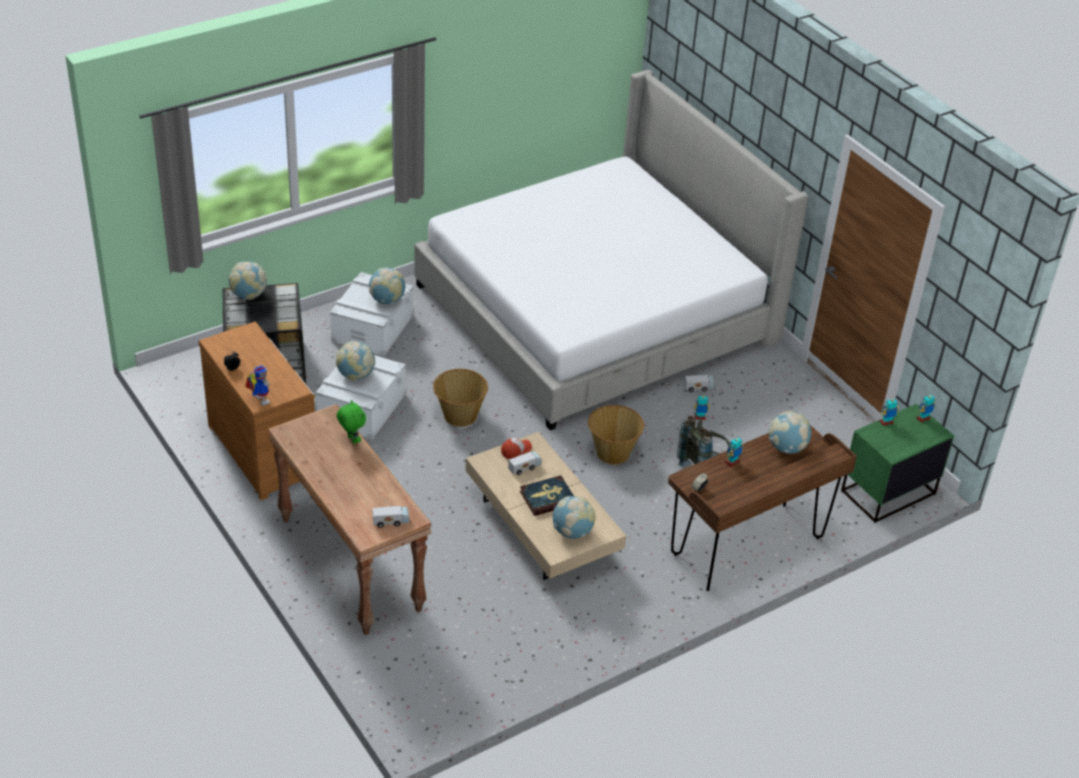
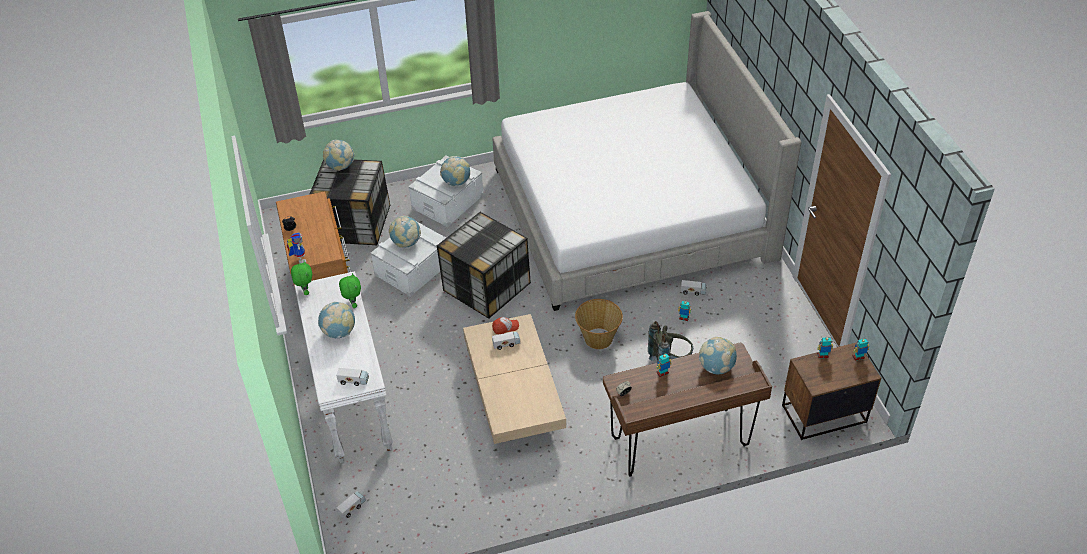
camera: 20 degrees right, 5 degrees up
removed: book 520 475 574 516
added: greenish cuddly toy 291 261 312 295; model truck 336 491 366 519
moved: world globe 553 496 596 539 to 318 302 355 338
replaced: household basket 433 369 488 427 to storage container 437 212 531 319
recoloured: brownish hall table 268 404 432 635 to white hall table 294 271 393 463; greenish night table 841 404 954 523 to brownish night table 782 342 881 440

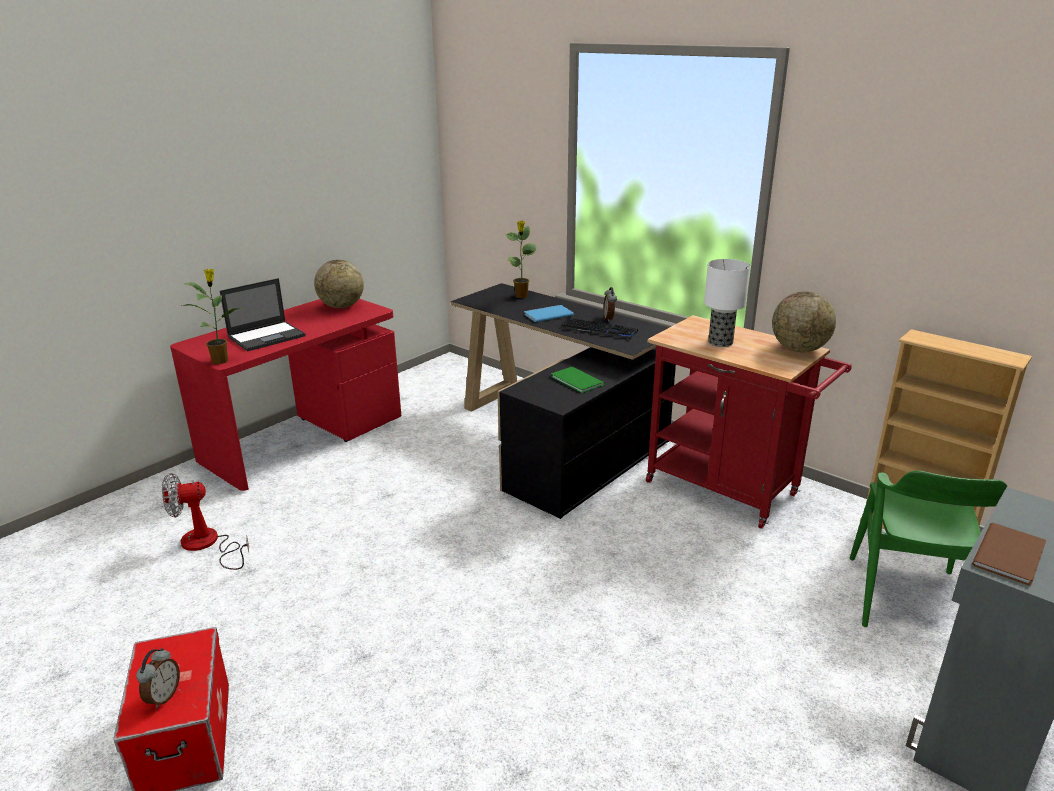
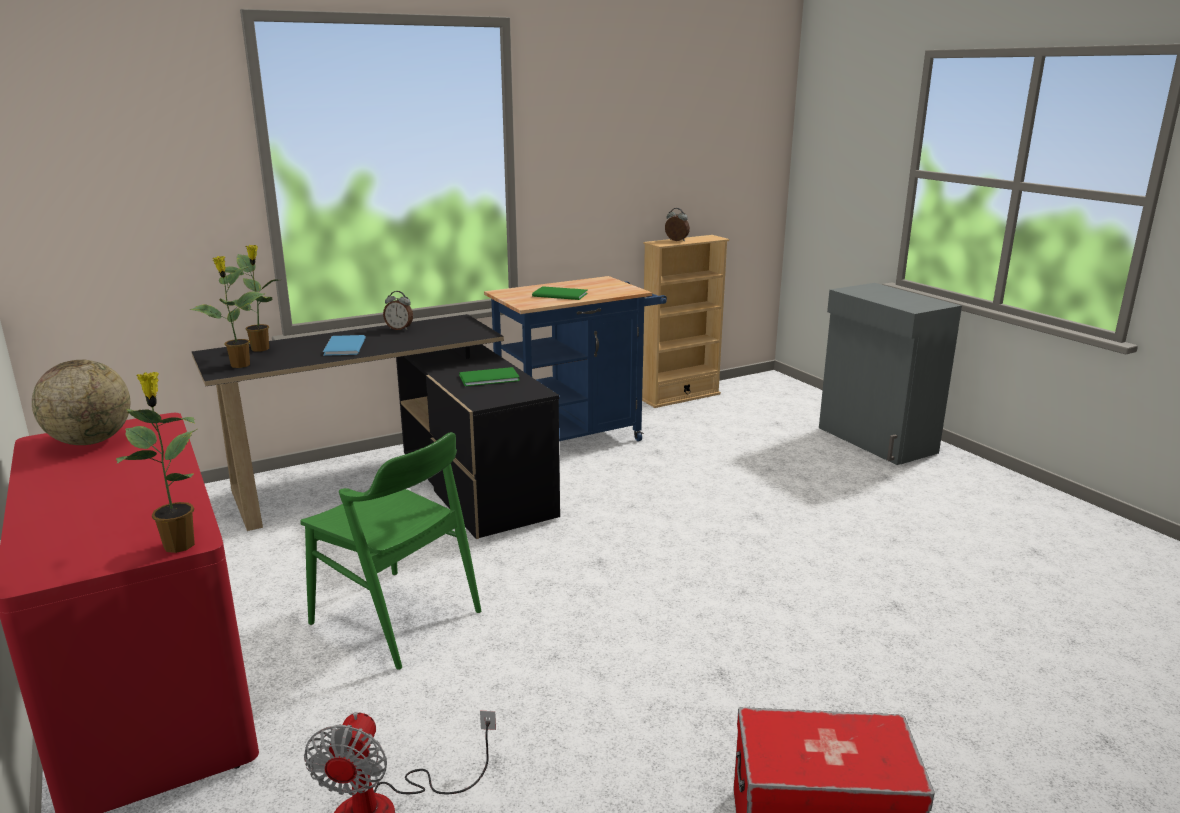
camera: 70 degrees left, 5 degrees down
removed: portable computer 220 278 306 351; computer keyboard 558 318 638 339; world globe 772 291 836 352; brownish book 972 523 1046 586
added: potted plant 190 256 264 368
moved: bedside clock 136 648 180 709 to 665 208 690 241; greenish chair 850 470 1007 627 to 300 432 481 670
replaced: lamp for a table 704 259 751 347 to greenish book 532 286 588 300
recoloured: reddish cart 646 315 852 529 to bluish cart 484 276 667 441

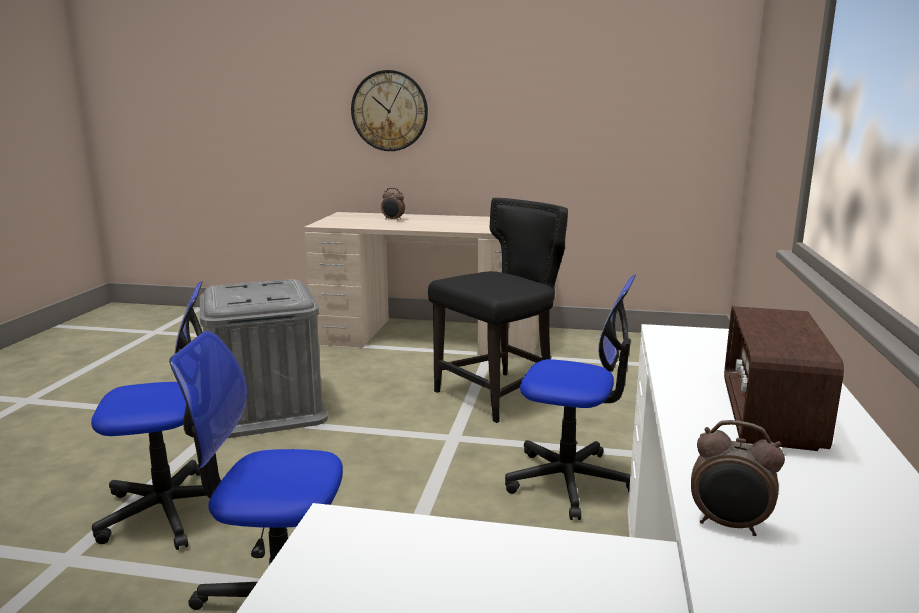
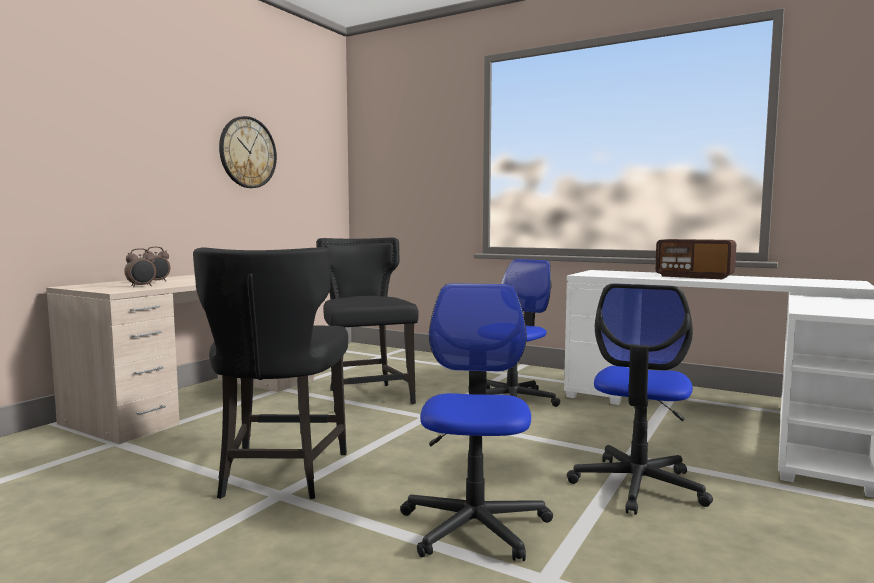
camera: 70 degrees left, 10 degrees down
moved: hanging clock 351 70 428 151 to 219 116 277 188; bedside clock 691 420 785 536 to 124 248 156 287
replaced: gray storage container 200 279 328 438 to black-coloured chair 193 247 348 499

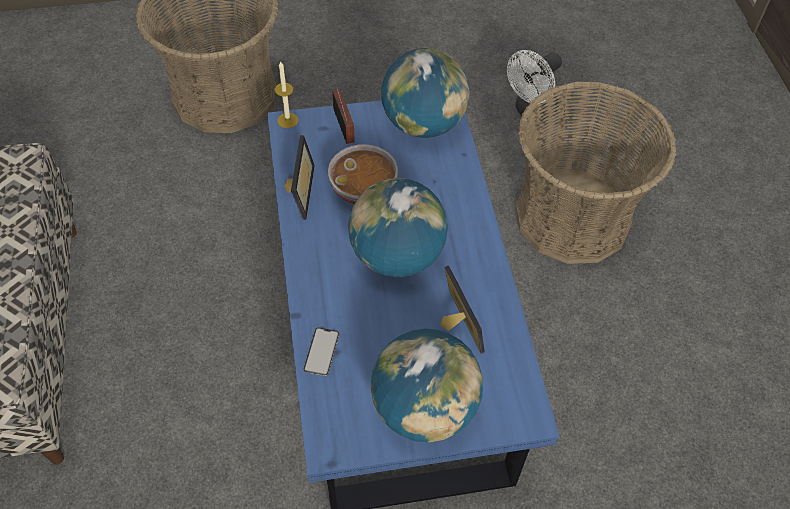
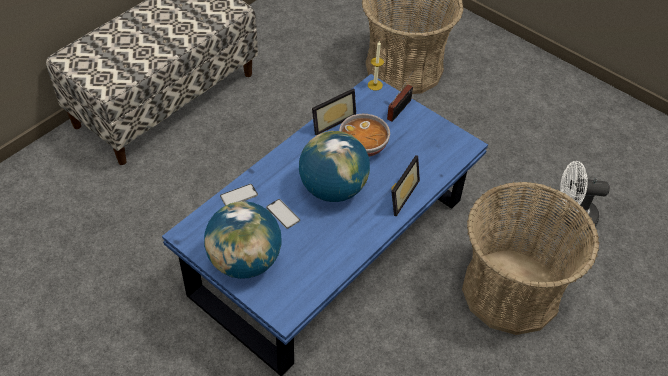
camera: 50 degrees right, 5 degrees down
removed: world globe 381 48 469 138
added: handset 266 199 300 229
moved: picture frame 440 266 485 354 to 391 155 420 216

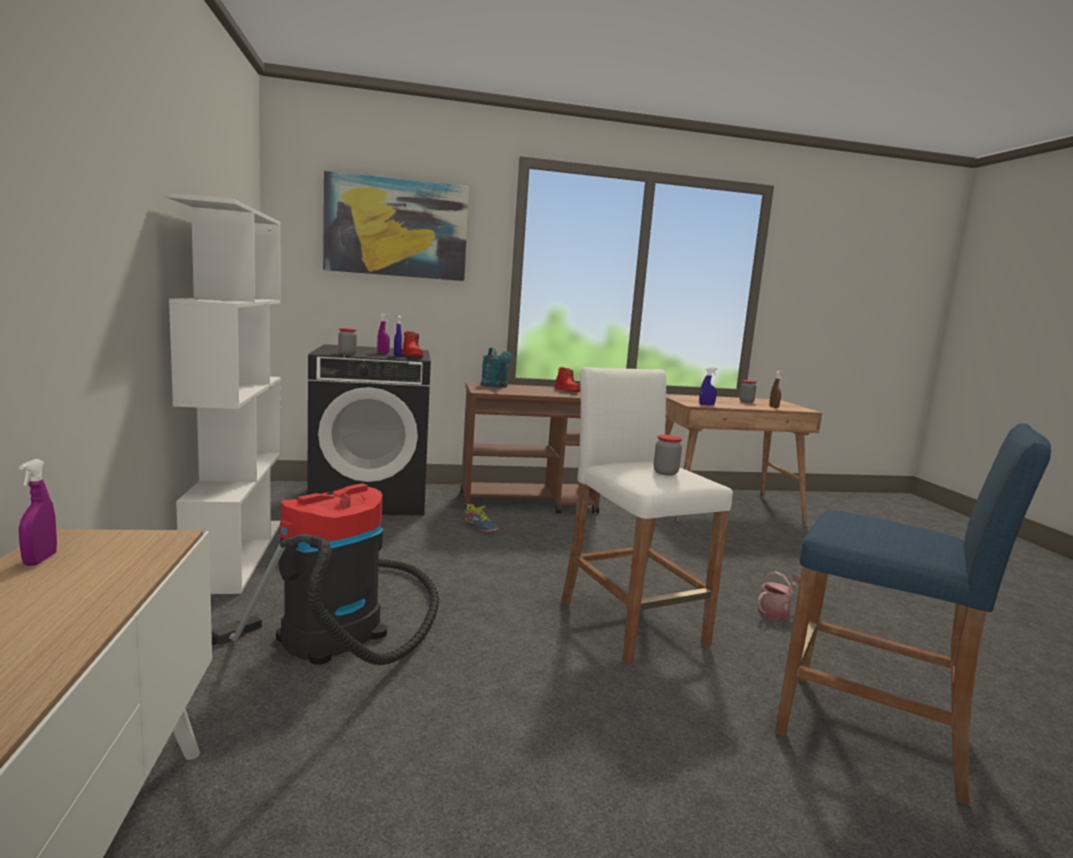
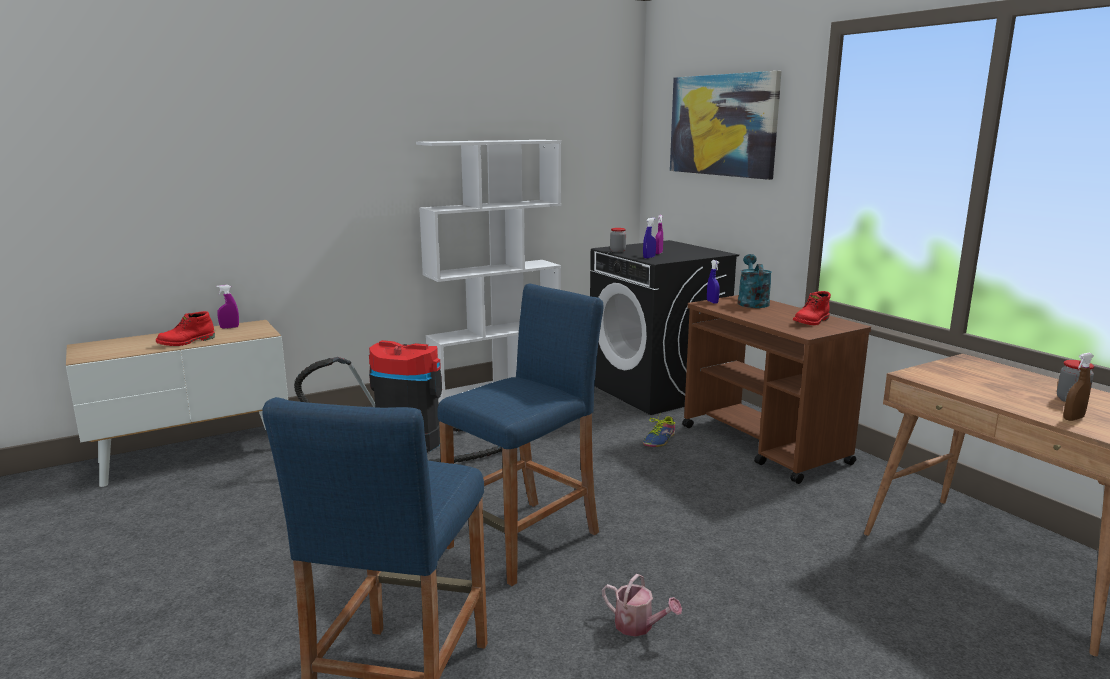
camera: 70 degrees right, 5 degrees up
removed: preserve jar 654 435 682 476
moved: reddish high-top boot 402 331 424 357 to 156 311 215 346; bluish spray bottle 699 368 718 406 to 707 260 720 304
recoloured: white sitting stool 561 367 733 665 to bluish sitting stool 437 284 603 586
turned: turquoise watering pot 481 347 512 388 = 738 254 772 308 135 degrees clockwise

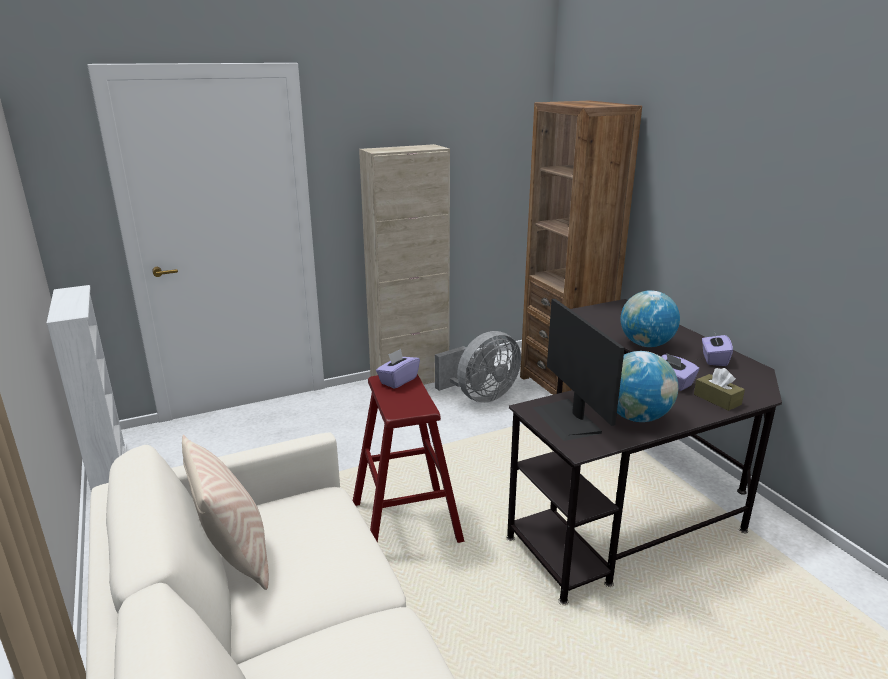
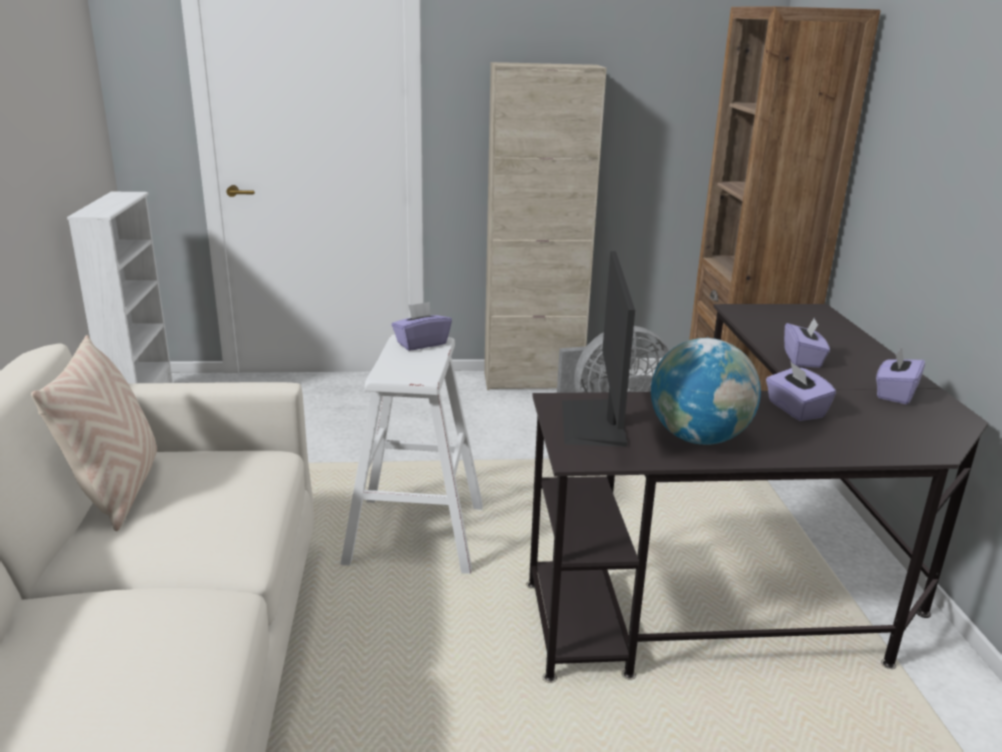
camera: 20 degrees right, 0 degrees up
removed: brownish tissue holder 694 368 745 411
replaced: world globe 621 290 680 347 to purplish tissue holder 784 318 830 368
recoloured: reddish sitting stool 353 374 465 543 to white sitting stool 340 335 483 574

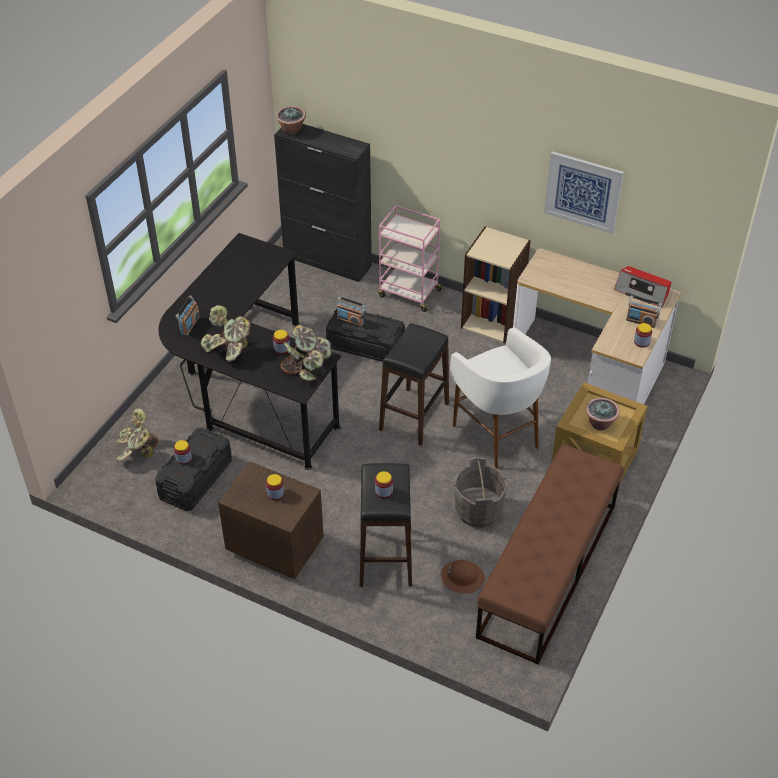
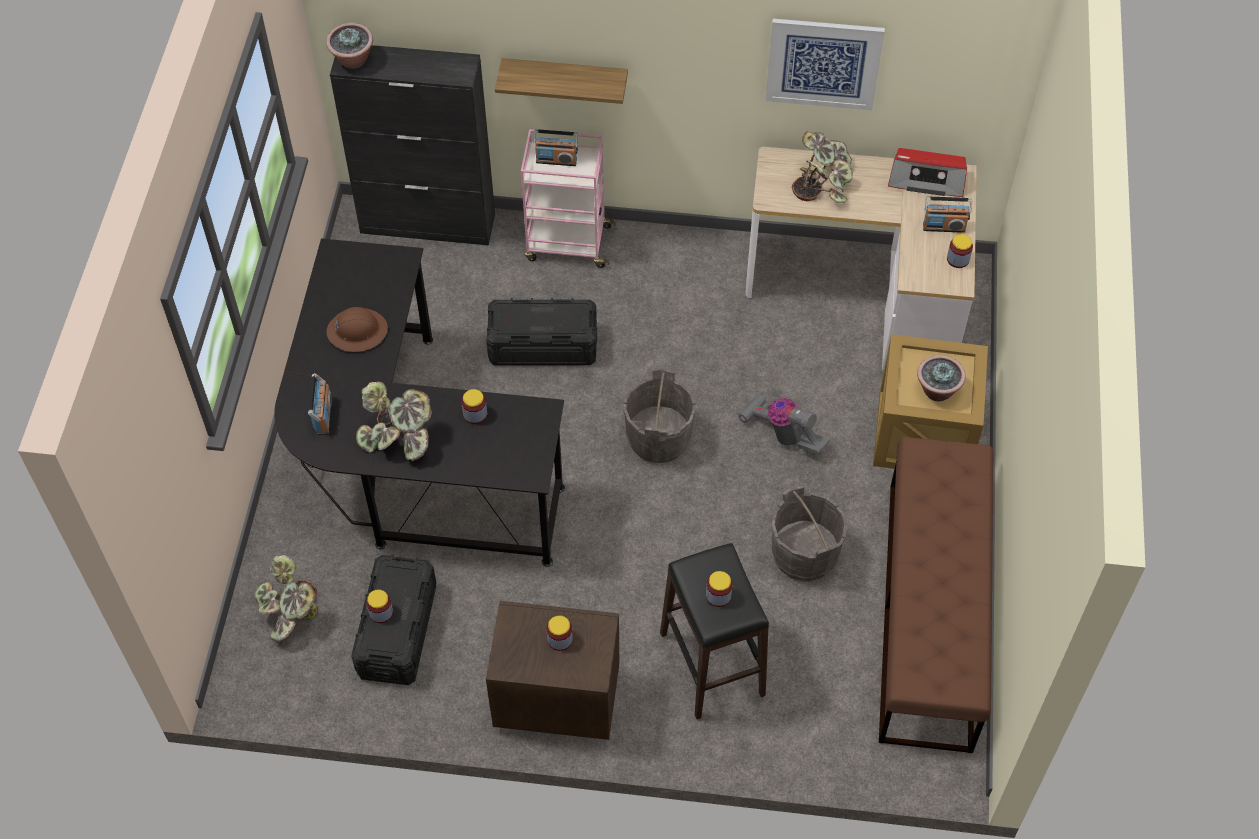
camera: 20 degrees left, 10 degrees up
removed: beige shelving unit 461 226 531 343
added: wall shelf 495 58 628 104
moved: potted plant 280 325 332 381 to 792 131 853 203; radio set 337 297 366 328 to 533 129 578 166; brownish hard hat 441 560 485 593 to 326 307 388 352
replaced: black-coloured sitting stool 379 323 449 446 to gray bucket 623 368 696 463; white sitting stool 450 328 551 468 to vacuum 738 393 830 454

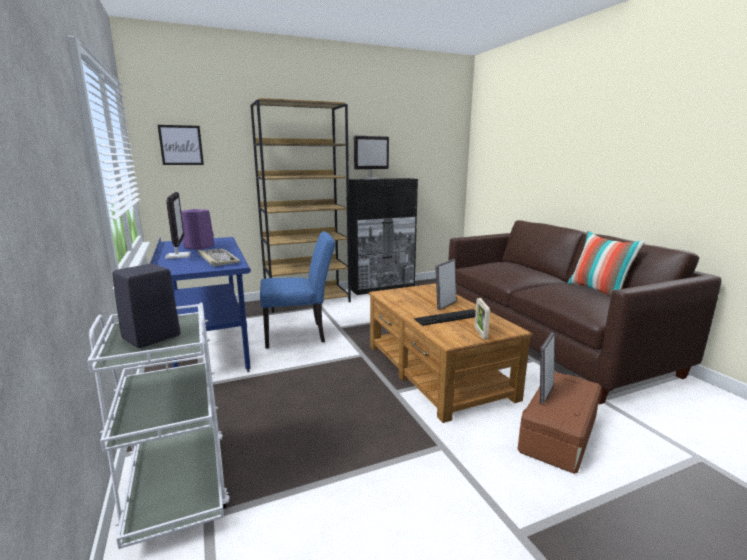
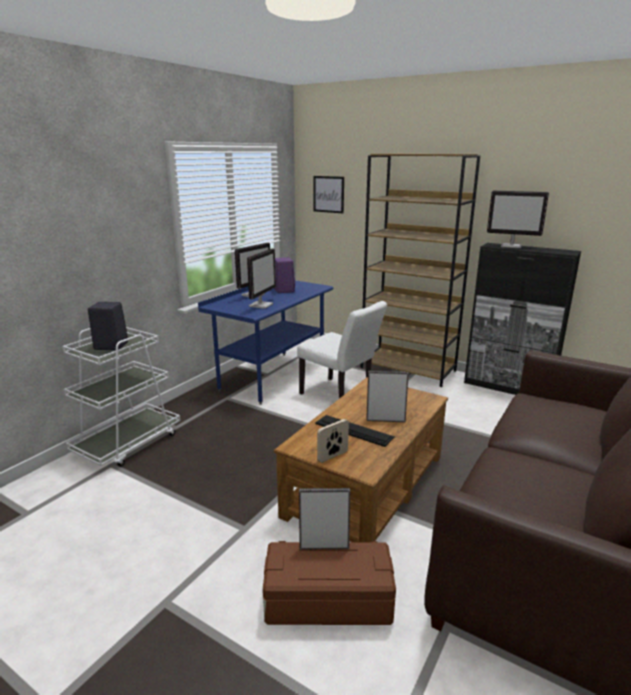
camera: 55 degrees right, 5 degrees up
removed: cushion 567 231 645 297
replaced: computer keyboard 198 248 240 267 to monitor 247 248 276 309
recoloured: bluish chair 260 231 335 349 to white chair 297 301 387 399

